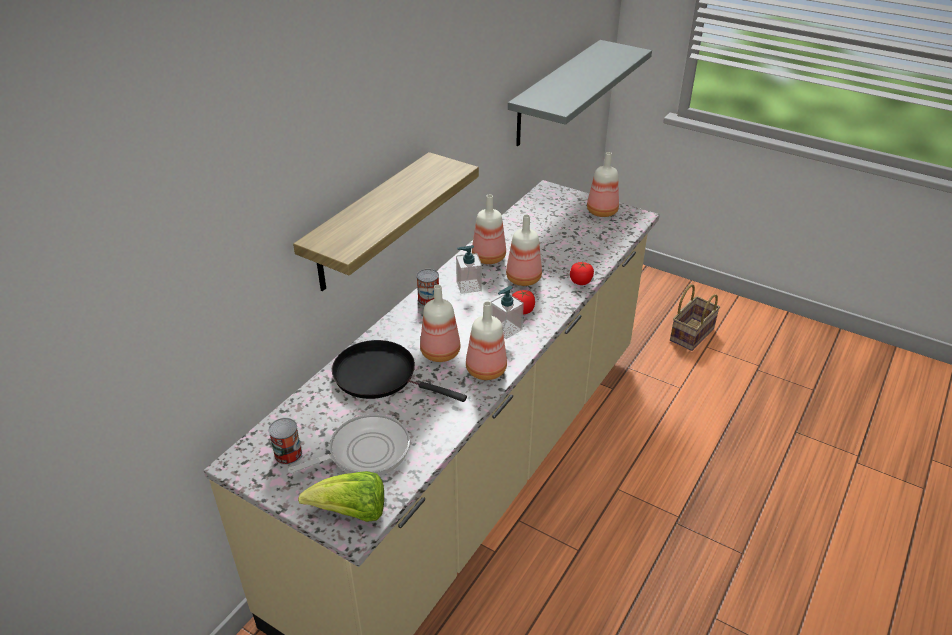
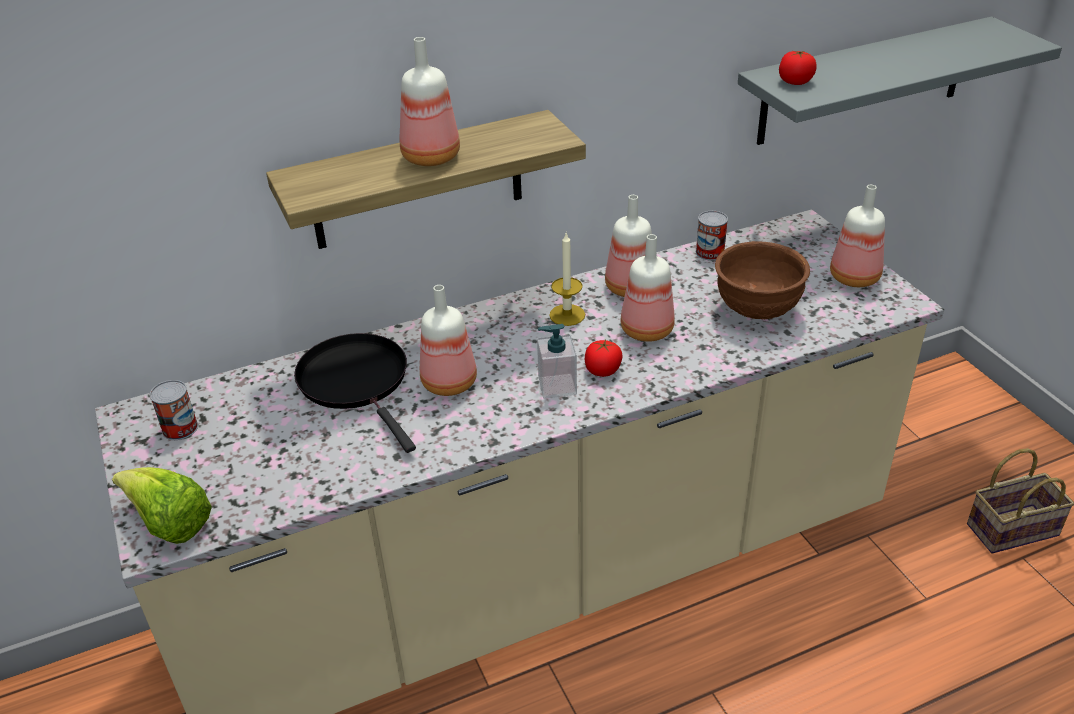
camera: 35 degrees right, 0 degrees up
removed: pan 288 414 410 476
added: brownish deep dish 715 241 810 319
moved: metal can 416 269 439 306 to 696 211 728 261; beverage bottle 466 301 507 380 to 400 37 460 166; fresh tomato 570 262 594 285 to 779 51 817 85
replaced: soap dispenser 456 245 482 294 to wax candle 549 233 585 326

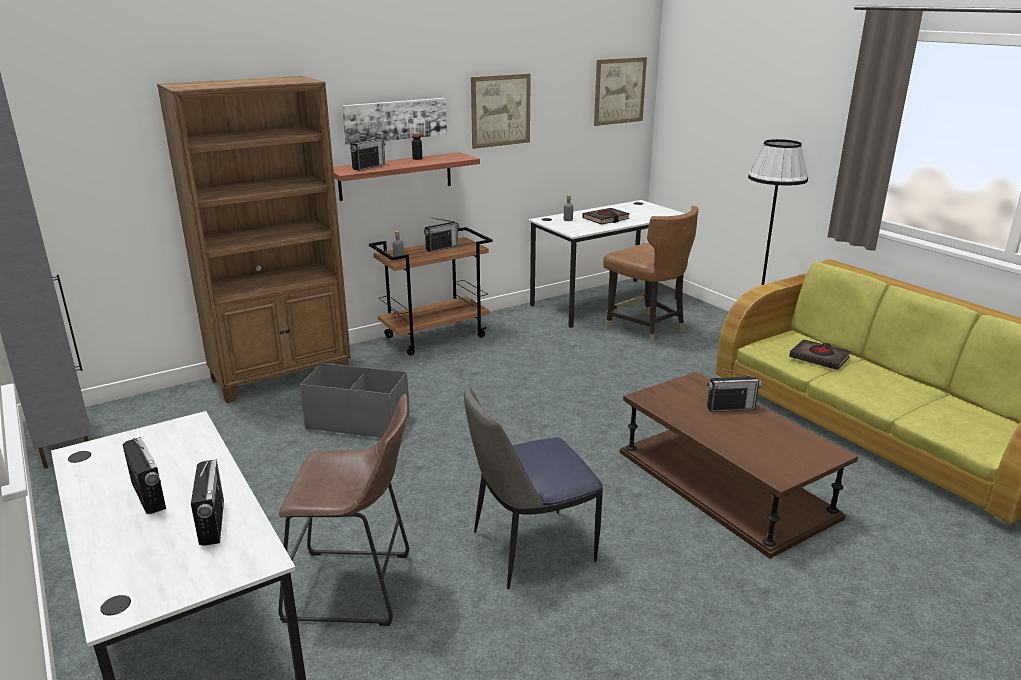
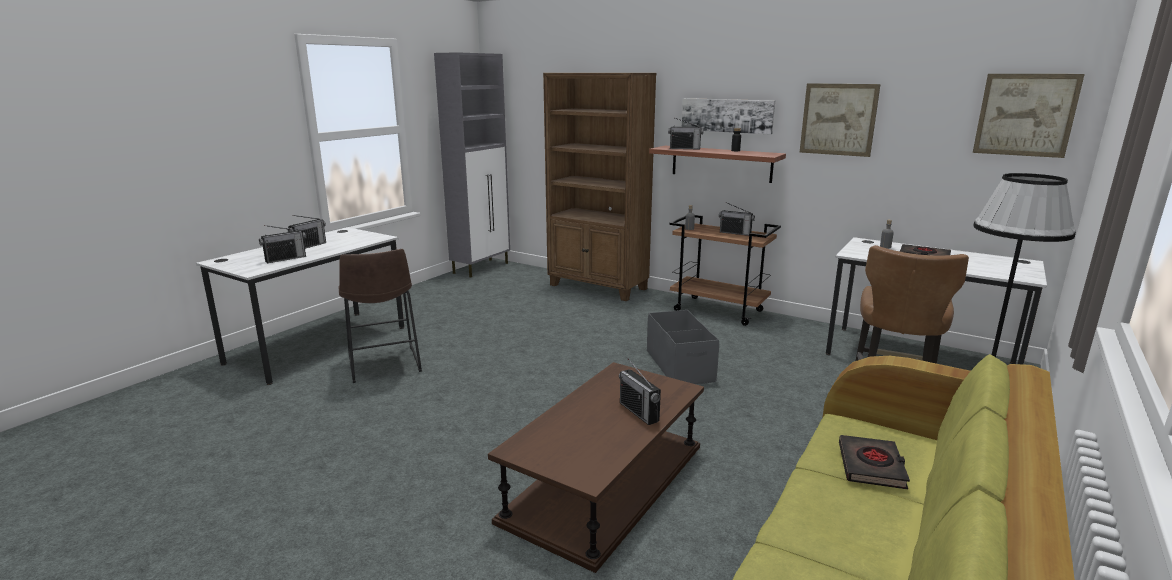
camera: 65 degrees right, 5 degrees down
removed: chair 464 386 603 589
moved: gray storage container 300 363 409 437 to 647 310 719 384

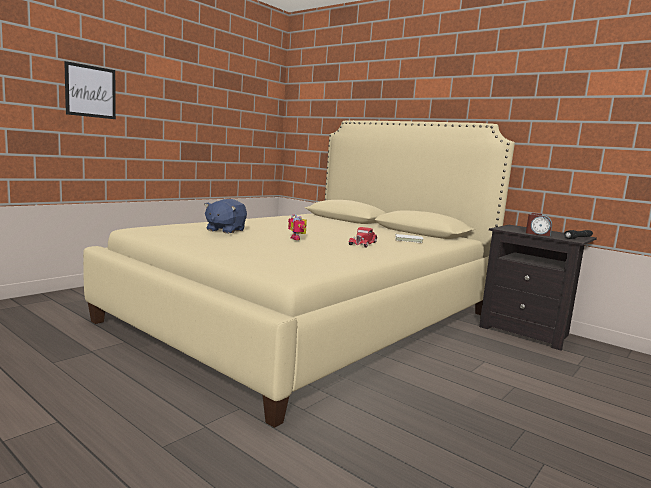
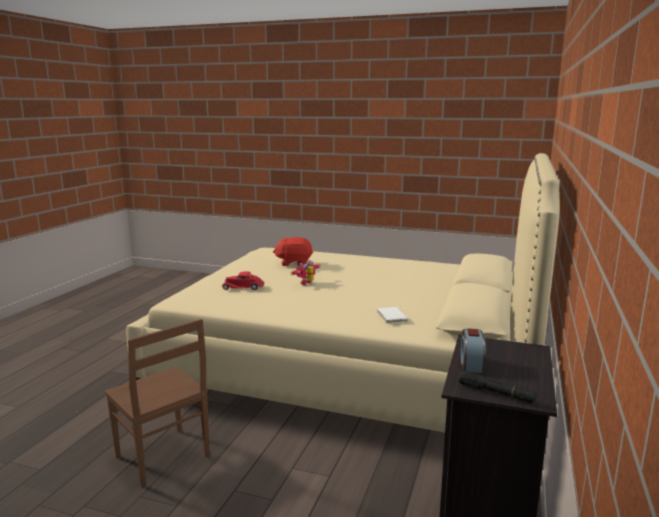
camera: 70 degrees right, 5 degrees up
removed: picture 64 61 116 119
added: brownish chair 105 319 210 488
moved: reddish miniature car 349 227 377 248 to 222 271 264 290
recoloured: bluish cuddly toy 204 199 247 234 to reddish cuddly toy 273 237 313 266

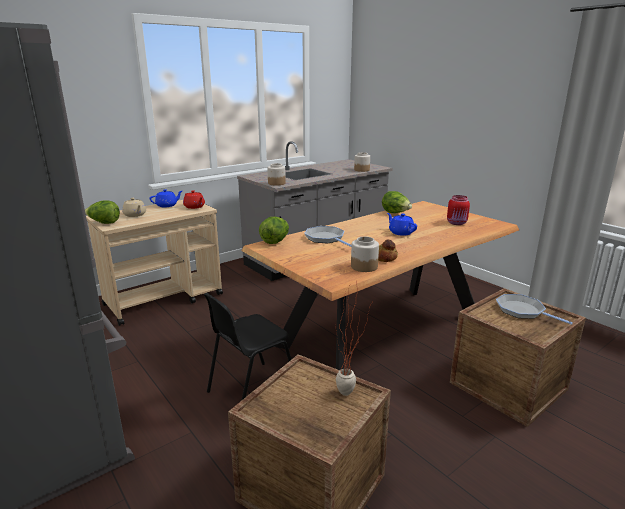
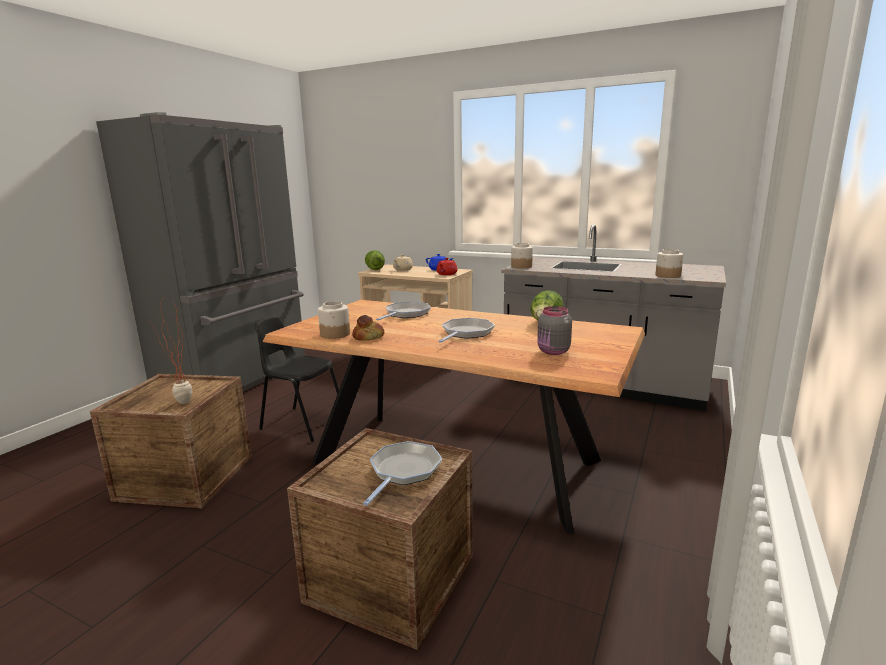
camera: 65 degrees right, 5 degrees down
removed: head of lettuce 259 217 289 244
replaced: bluish pot for tea 387 213 417 236 to pan 439 318 495 343
recoloured: reddish preserve jar 447 195 470 225 to gray preserve jar 537 306 572 355

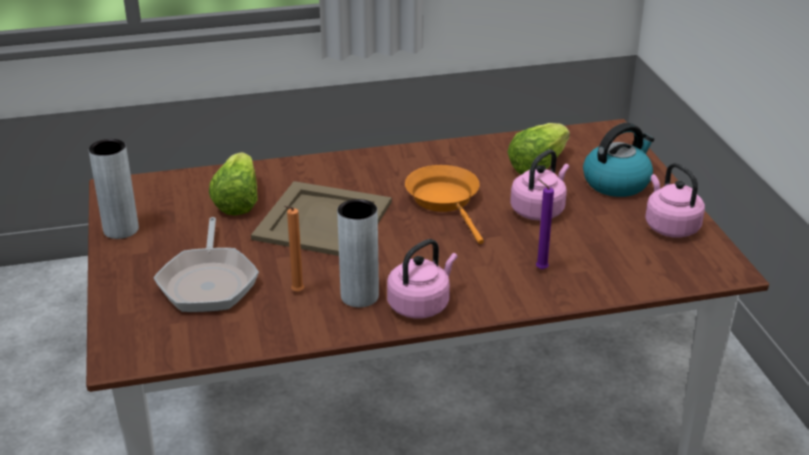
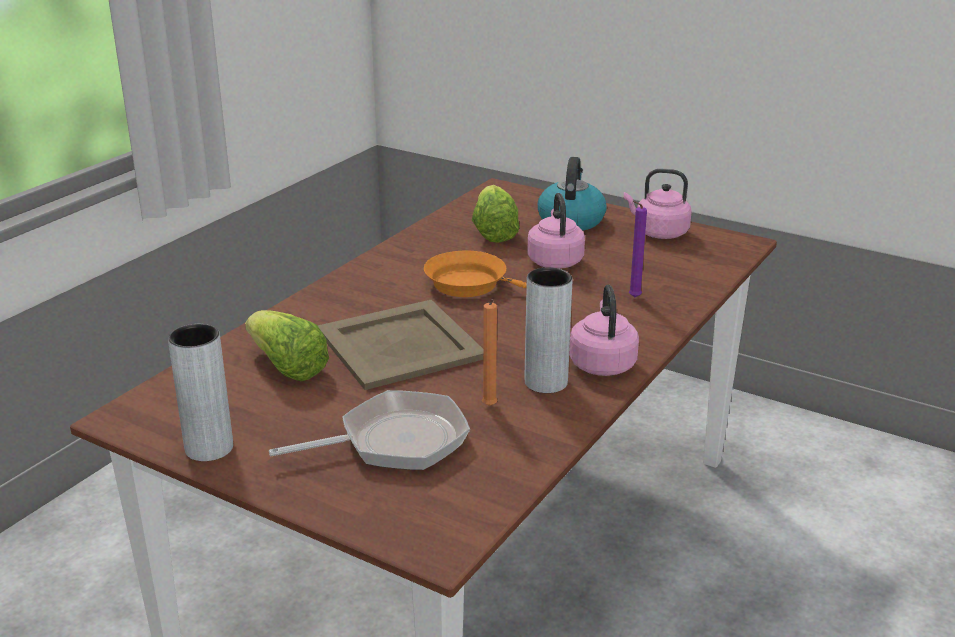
camera: 45 degrees left, 5 degrees down
turned: pan 153 217 259 312 = 269 390 470 470 60 degrees counterclockwise

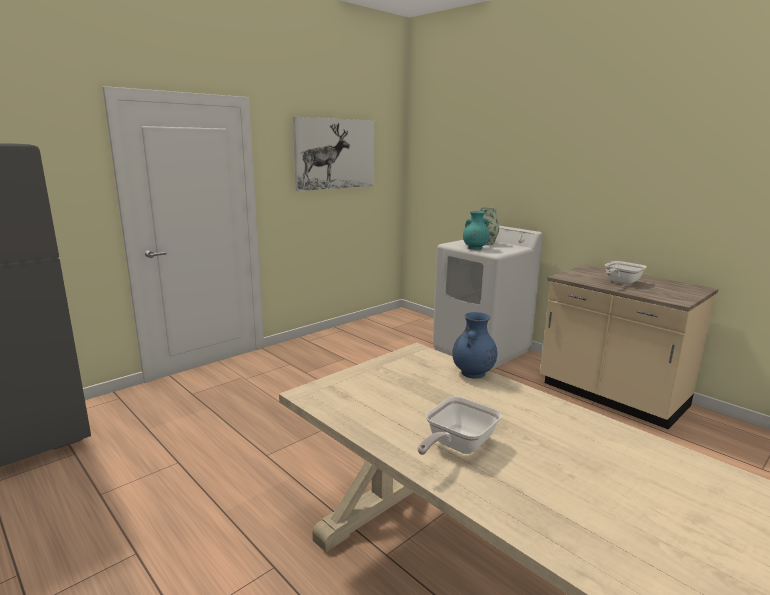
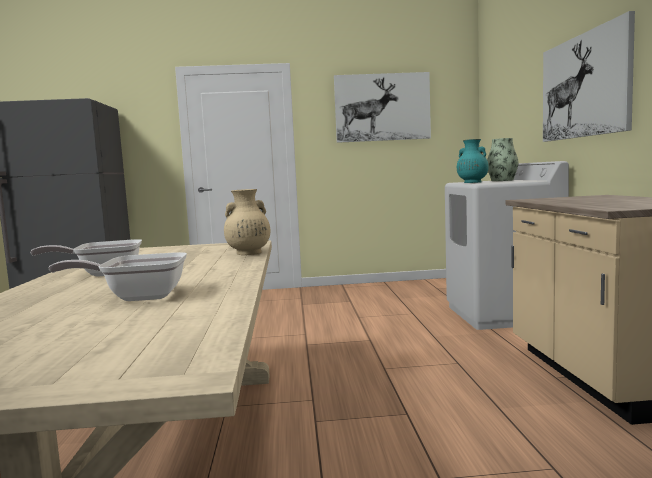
camera: 40 degrees right, 10 degrees down
added: picture 543 11 635 142
moved: pan 605 261 647 284 to 48 252 187 301
recoloured: bluish flower vase 452 312 497 379 to beige flower vase 224 189 271 255

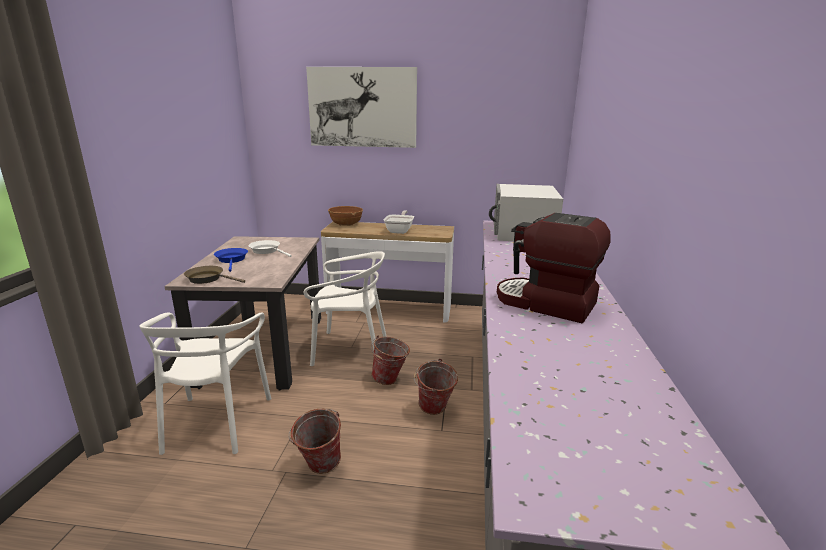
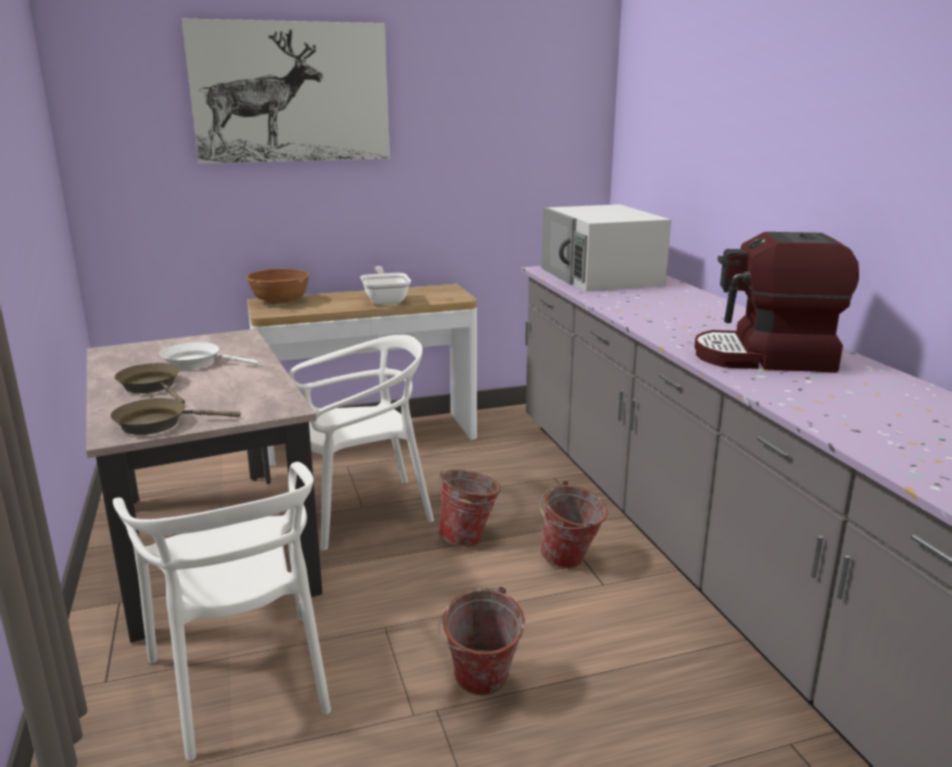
camera: 25 degrees left, 0 degrees up
recoloured: bluish pan 214 248 248 272 to brownish pan 114 363 185 404

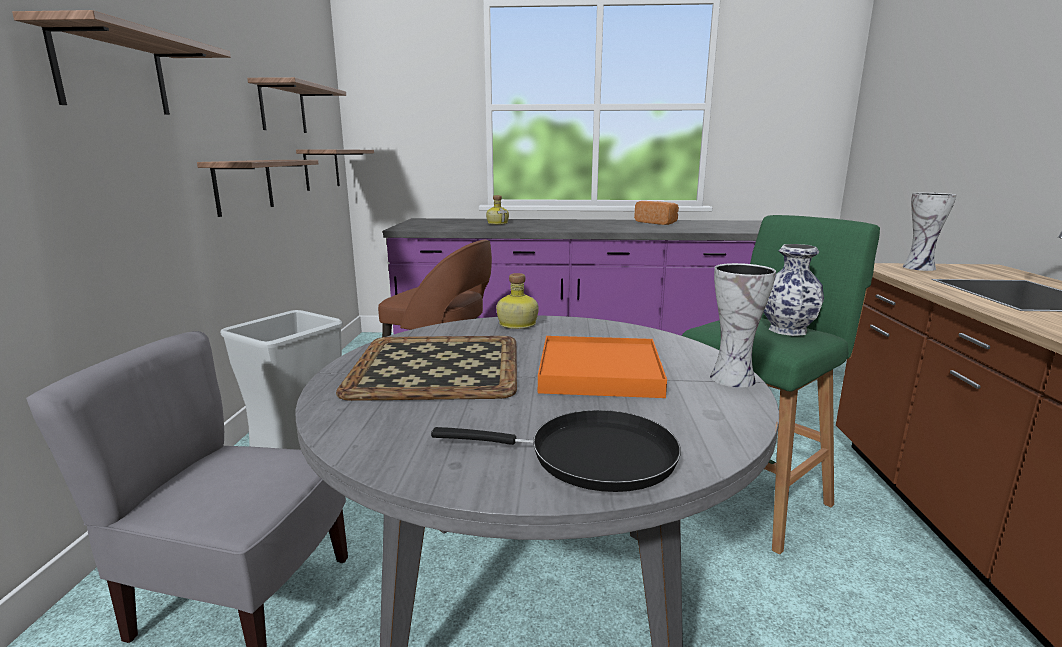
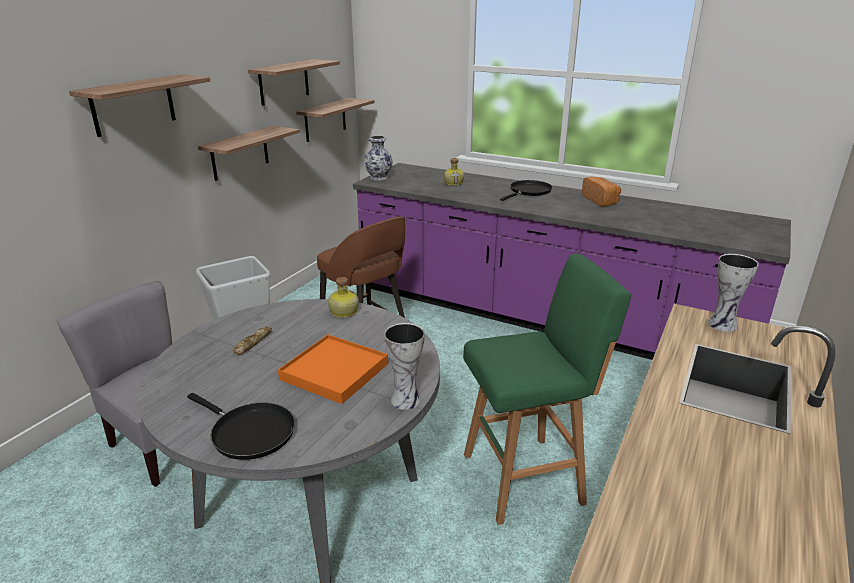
camera: 25 degrees right, 10 degrees up
added: black-coloured pan 500 180 552 201
moved: flower vase 763 244 824 336 to 364 136 393 181
replaced: tray 336 336 517 401 to bakery bread 233 326 272 355

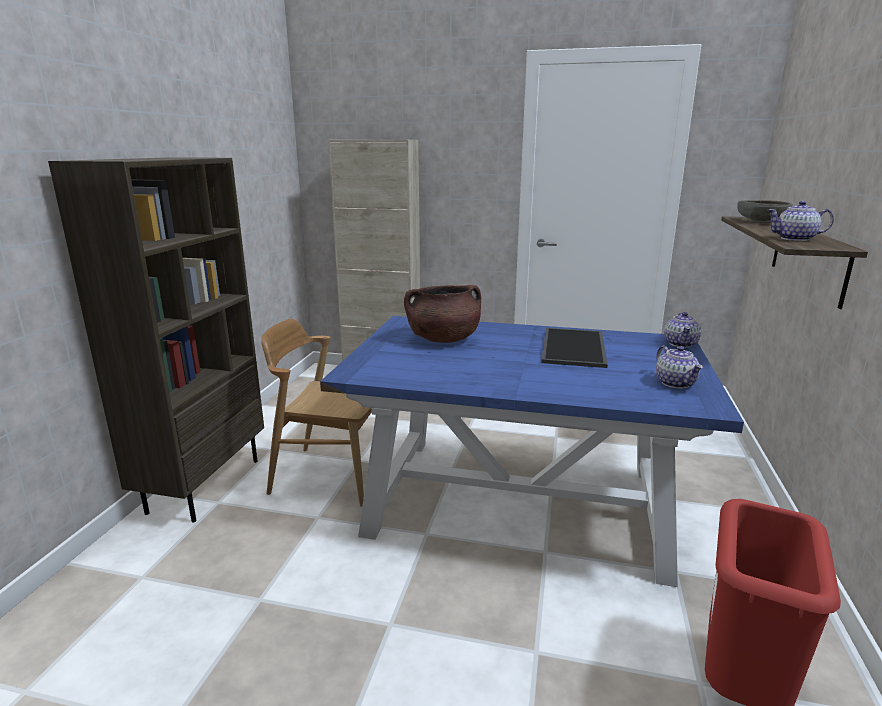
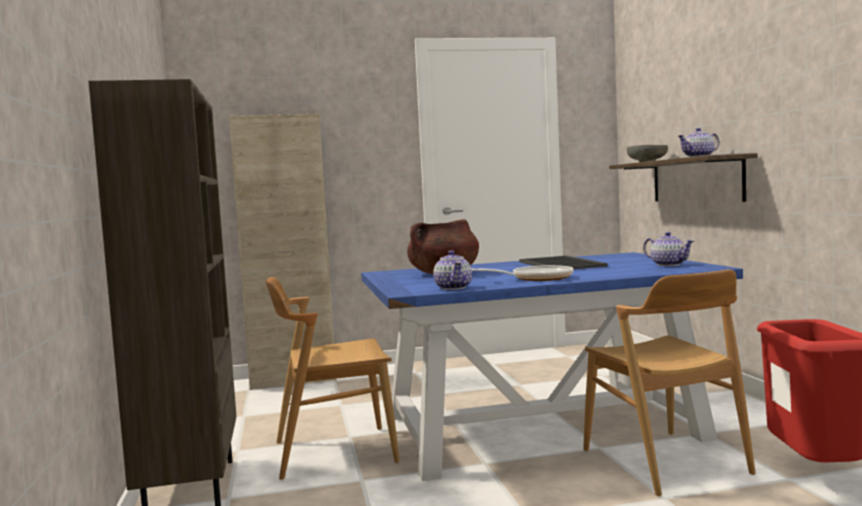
camera: 25 degrees left, 15 degrees down
added: pan 472 265 573 281; brownish chair 583 269 756 496
moved: pot for tea 664 312 701 348 to 434 251 472 290

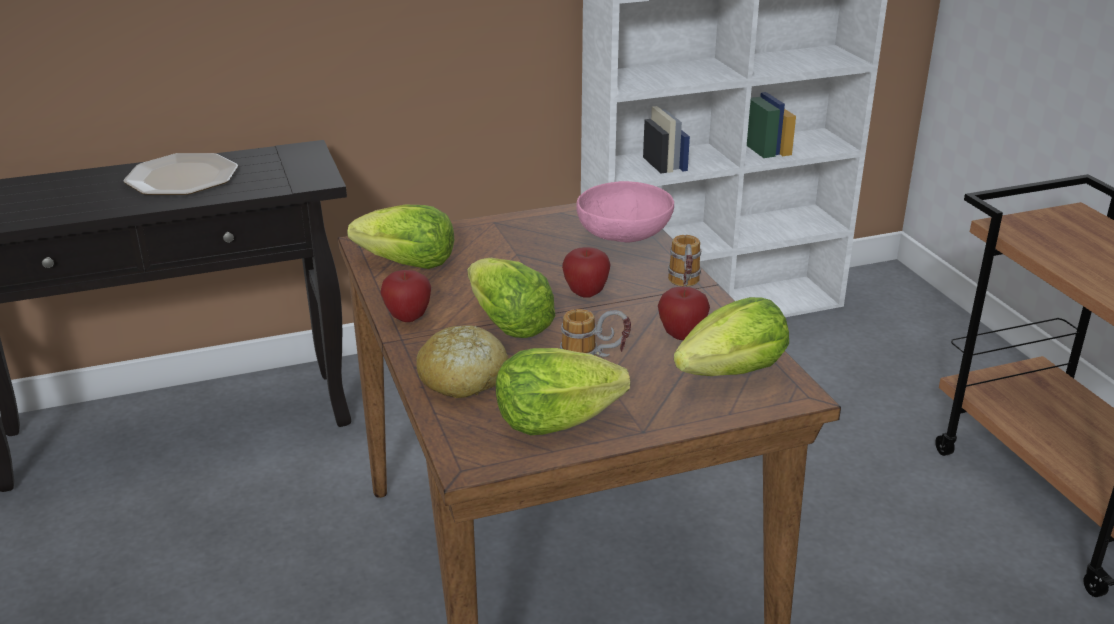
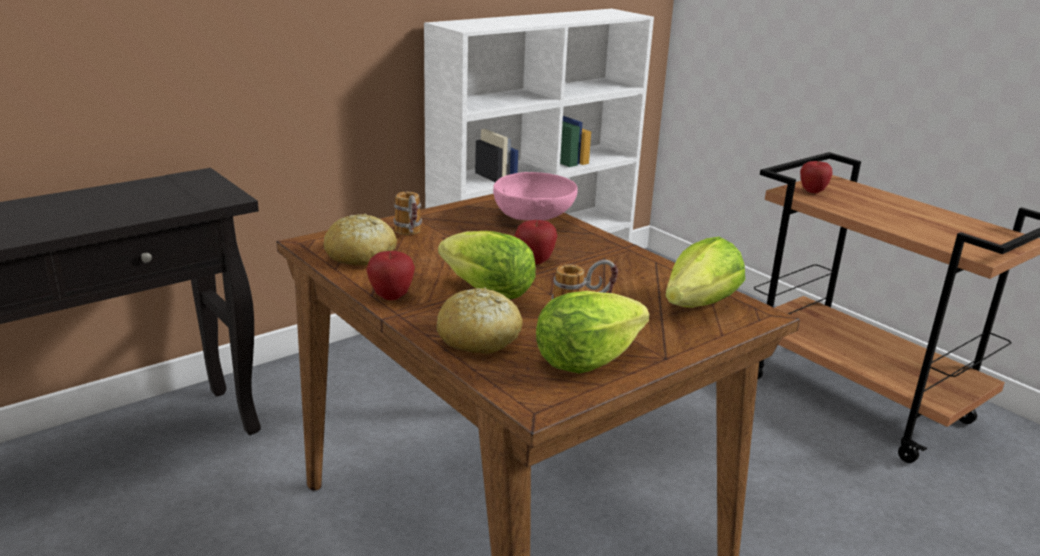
camera: 20 degrees left, 5 degrees down
removed: plate 124 153 238 195
moved: apple 658 287 710 340 to 800 161 832 193; tea mug 668 235 701 287 to 394 192 422 235
replaced: head of lettuce 347 205 454 269 to bakery bread 324 213 397 266

